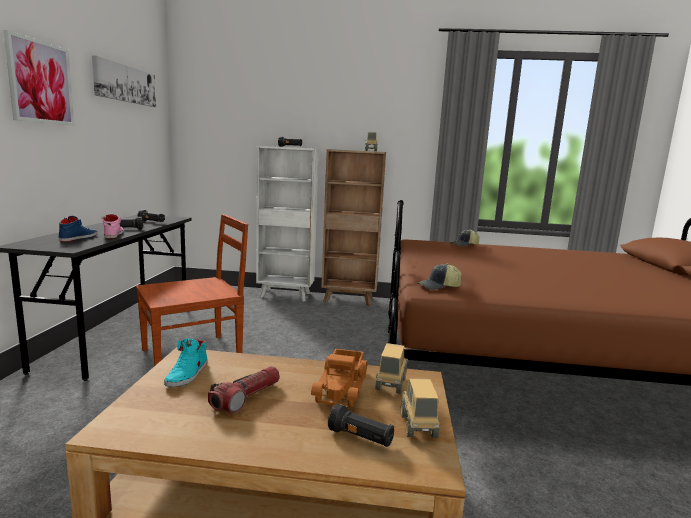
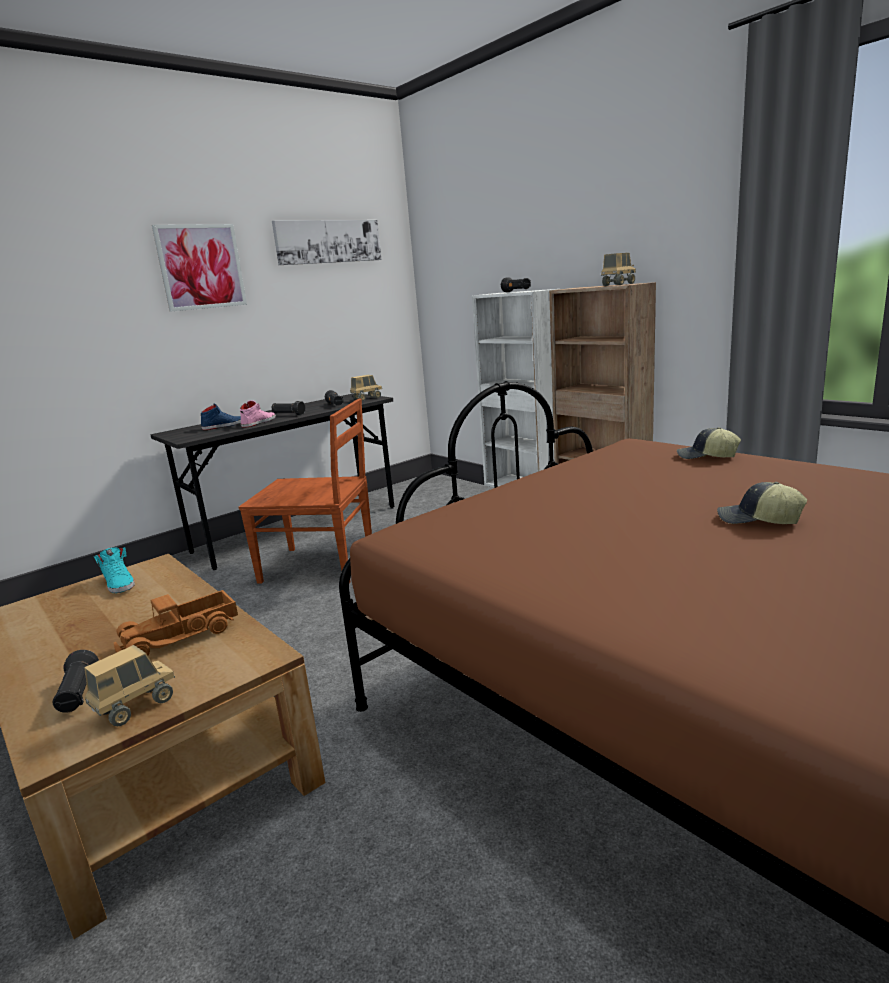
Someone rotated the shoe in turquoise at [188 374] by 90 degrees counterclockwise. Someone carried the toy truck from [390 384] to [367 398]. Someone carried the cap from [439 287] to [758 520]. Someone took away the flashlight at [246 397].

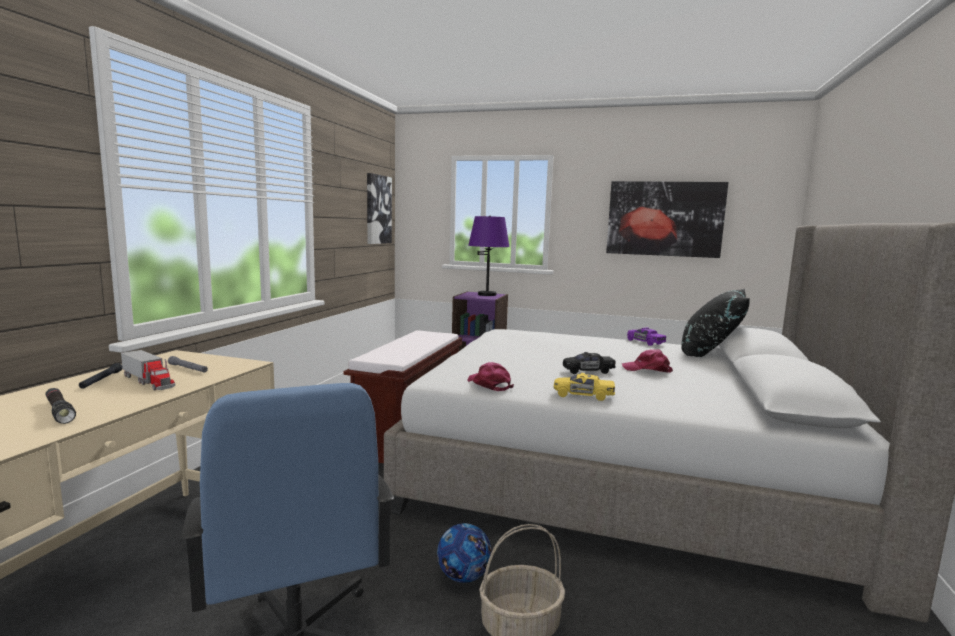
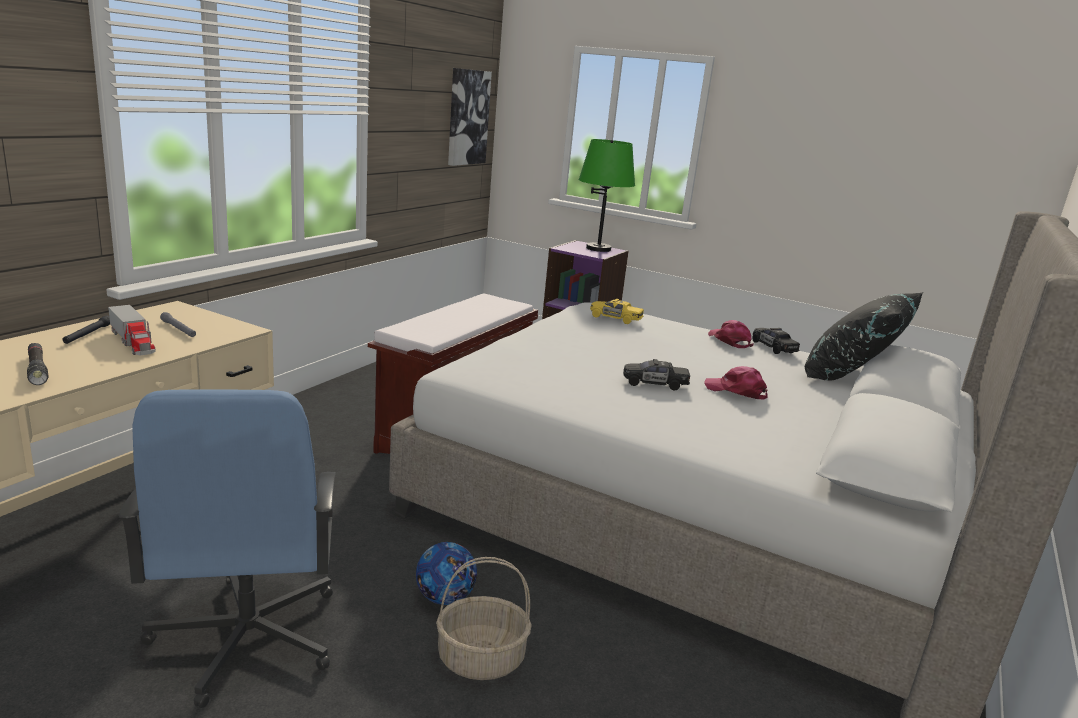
Someone repainted the table lamp in purple at [487 294], which became the table lamp in green at [599 249]. Someone carried the toy car in yellow from [583 395] to [615 318]. Someone carried the cap in pink from [489 384] to [729 340]. Someone repainted the toy car in purple at [645 342], which became the toy car in black at [773 348]. Someone took away the picture at [664 219].

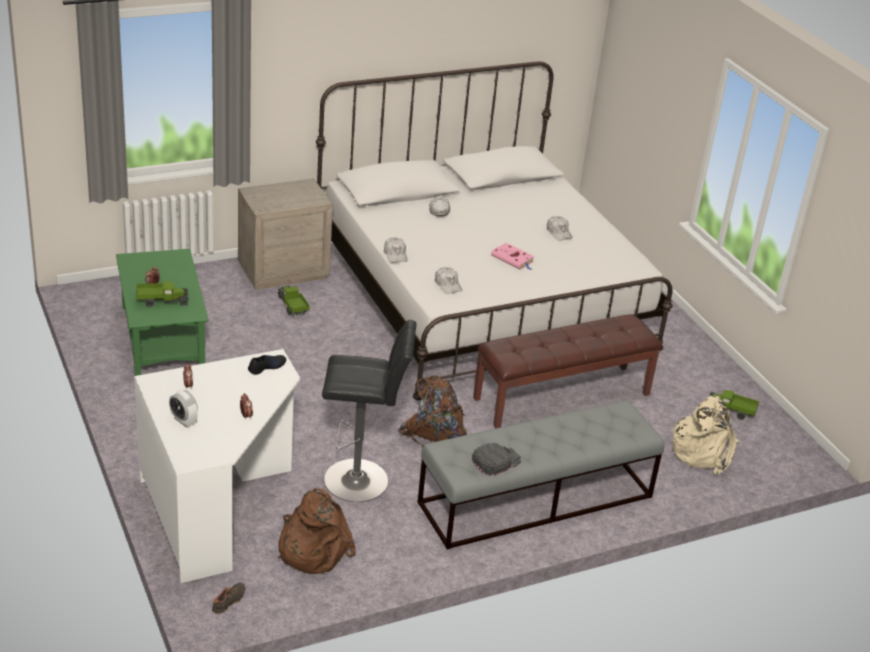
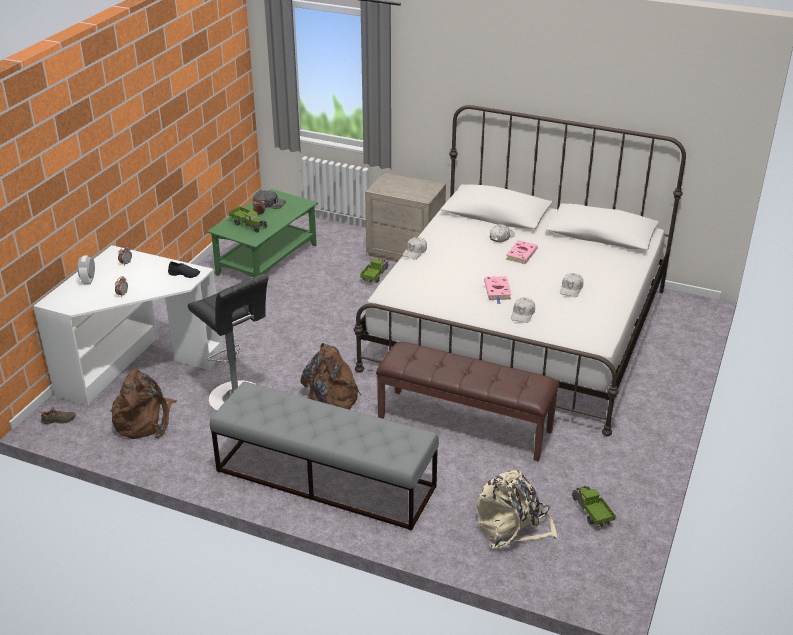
Someone carried the cap in black from [496 461] to [269 203]. Someone put down the book in pink at [521 254]. Someone carried the cap in white from [448 285] to [523 314].

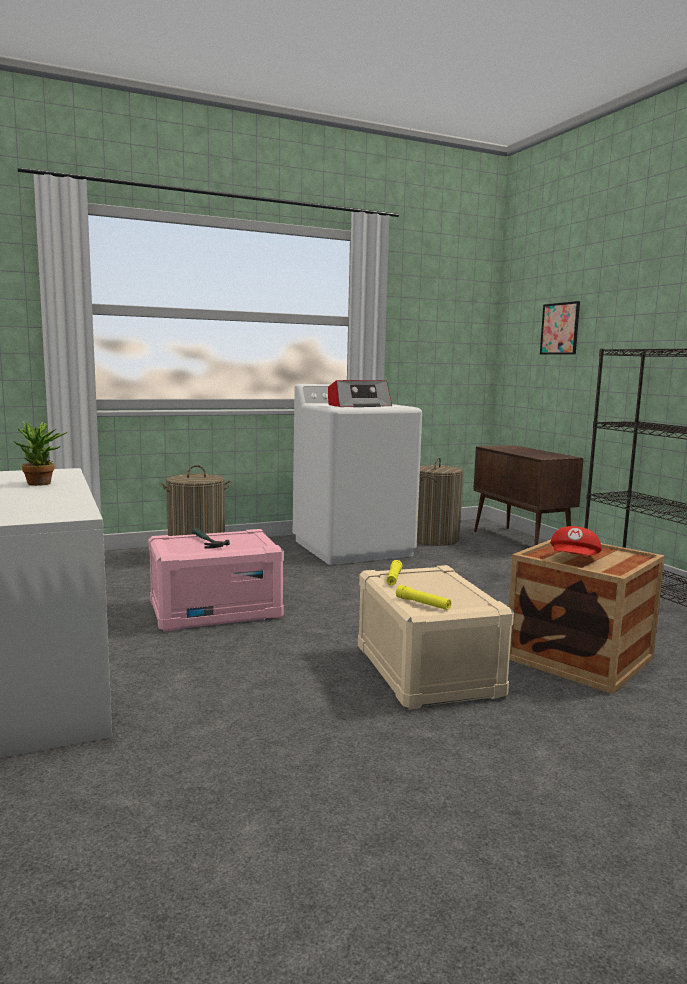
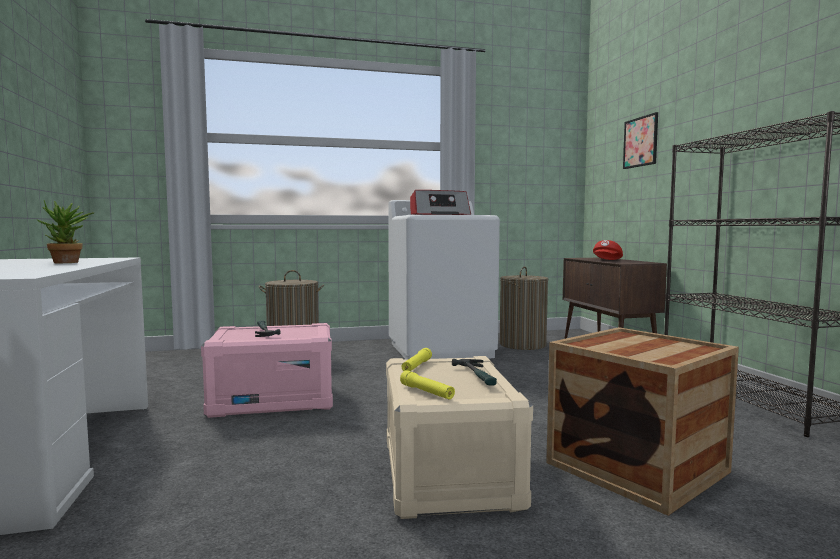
Someone put down the hammer at [478 376]. Someone carried the cap in red from [574 560] to [607 260].

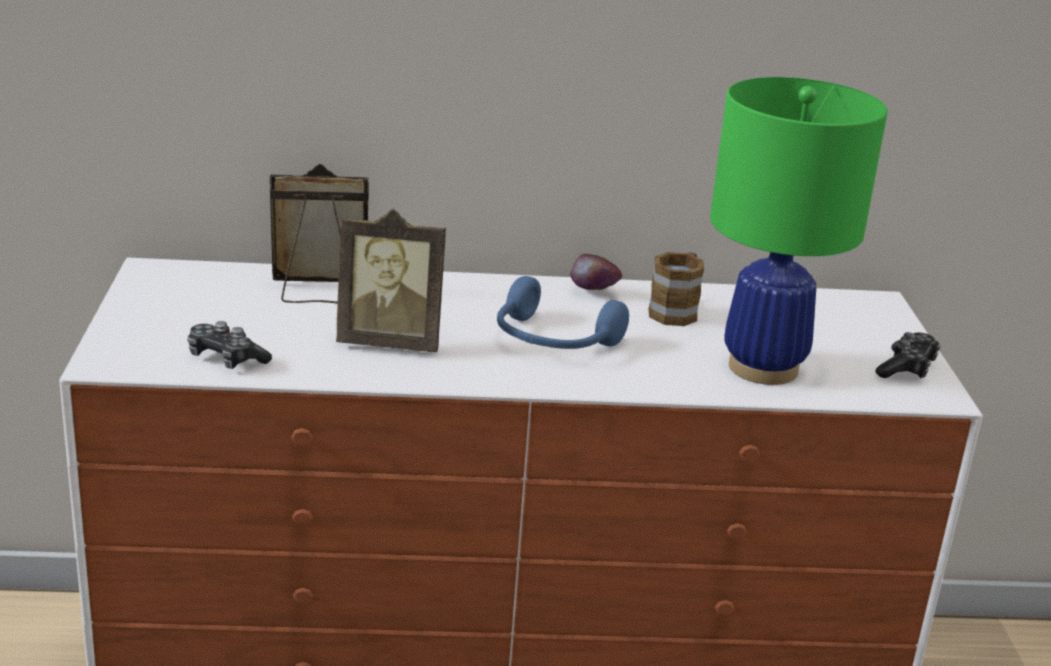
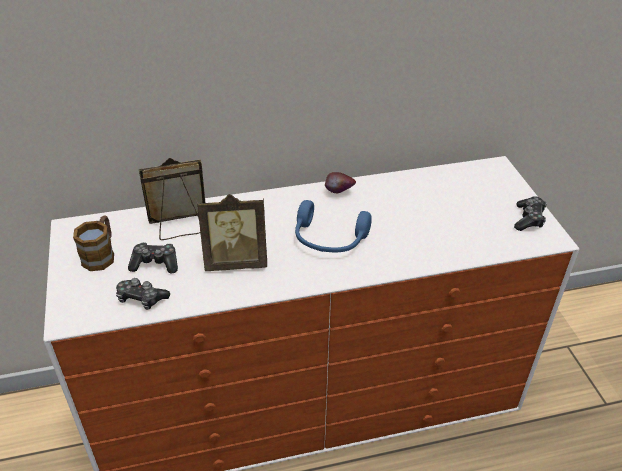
Someone carried the mug from [676 310] to [101 254]. Someone put down the game controller at [155 263]. Someone took away the table lamp in green at [763 368].

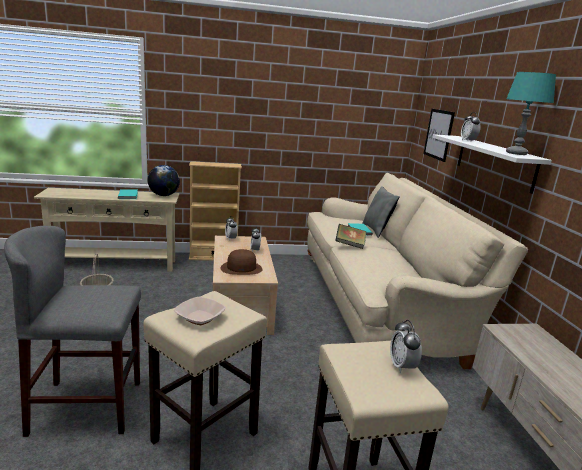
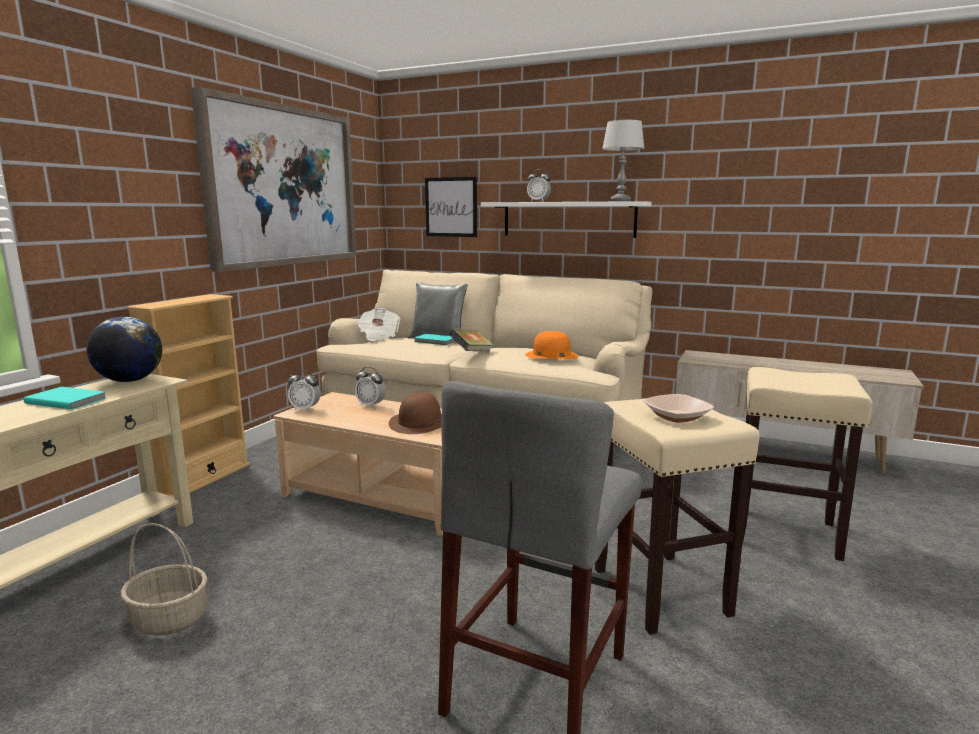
Someone put up the picture at [283 186]. Someone put down the newspaper at [379 336]. Someone put down the hat in orange at [551 355]. Someone repainted the table lamp in turquoise at [516 153], which became the table lamp in grey at [620 201]. Someone took away the alarm clock at [402 366].

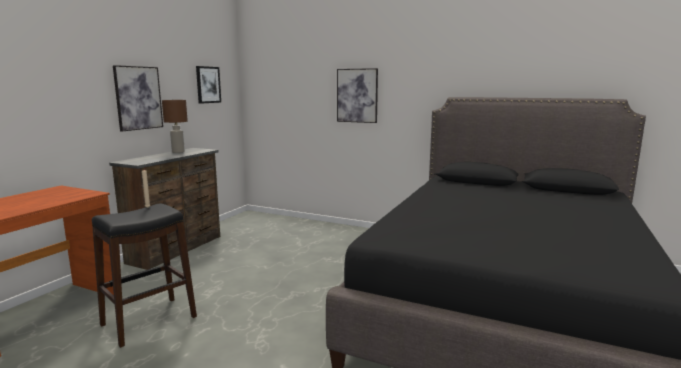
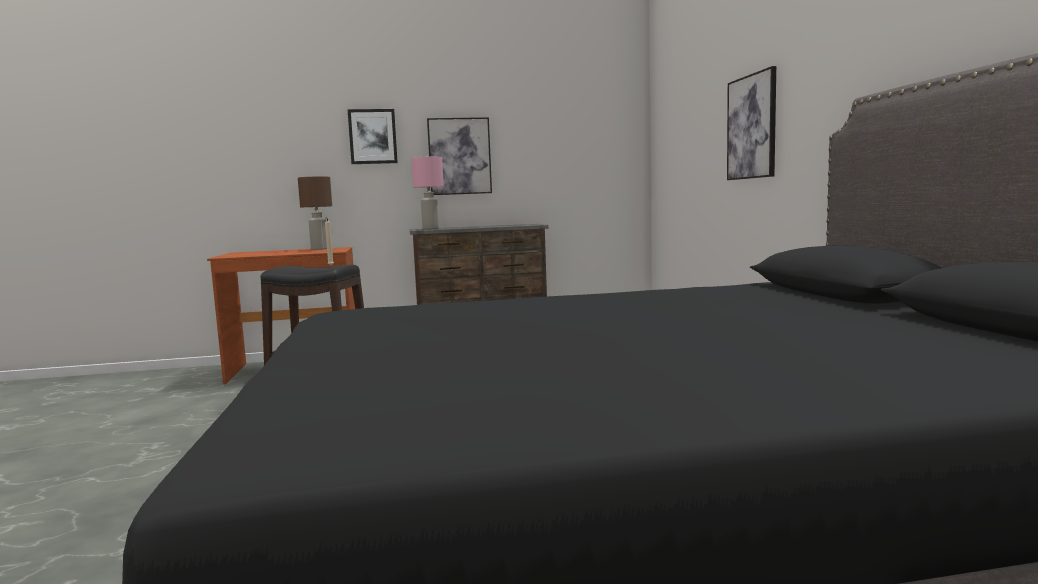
Someone carried the table lamp in brown from [178 152] to [320 249]. Someone carried the picture from [208 84] to [373 136]. Someone put down the table lamp in pink at [430 229].

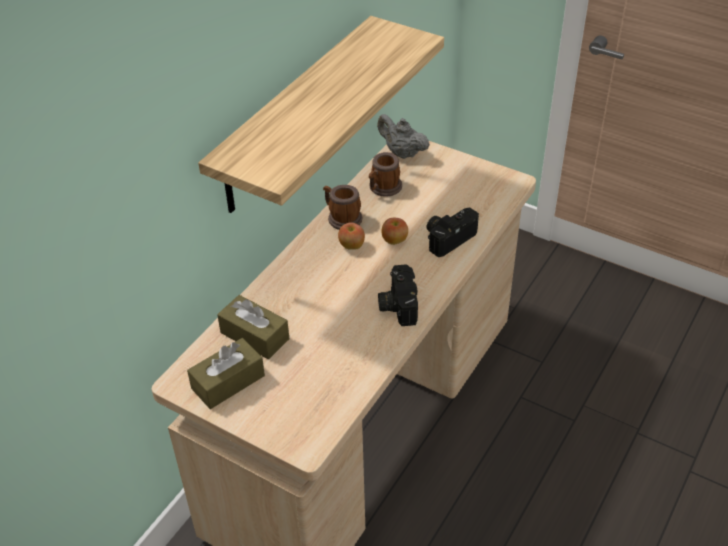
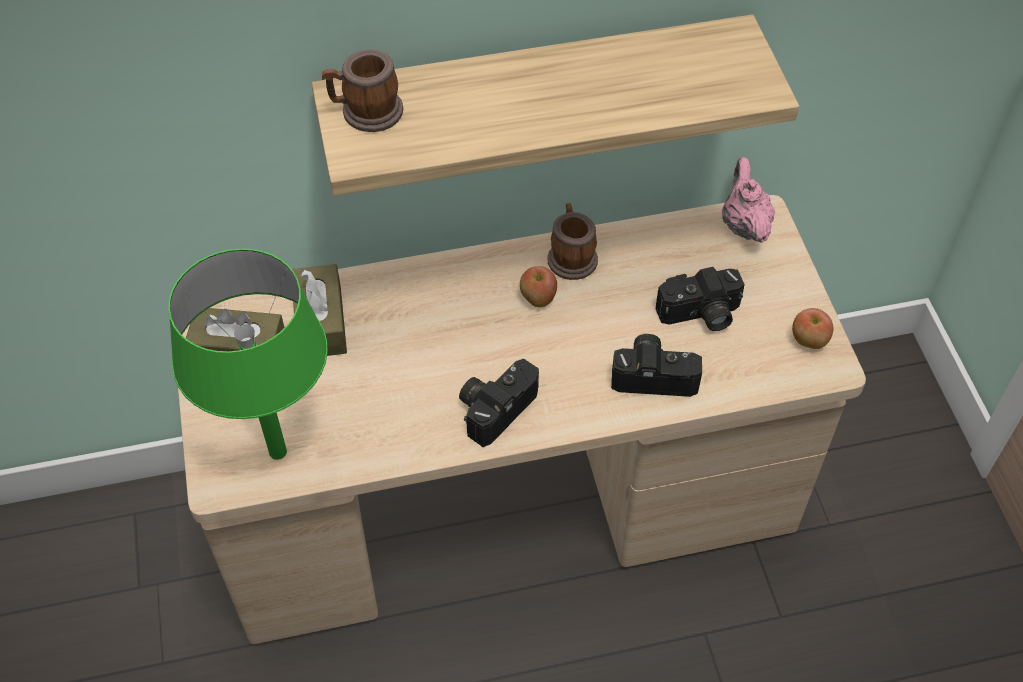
Someone put down the table lamp in green at [278 451]. Someone carried the mug from [383 188] to [365 112]. Someone put down the photo camera at [700 315]. Someone repainted the teapot in grey at [402 153], which became the teapot in pink at [743 225]. Someone carried the apple from [394 241] to [808 341].

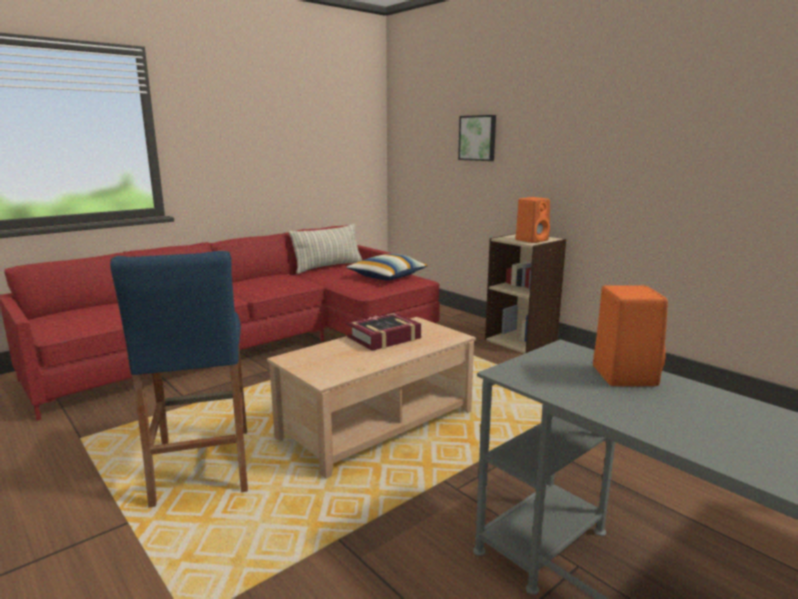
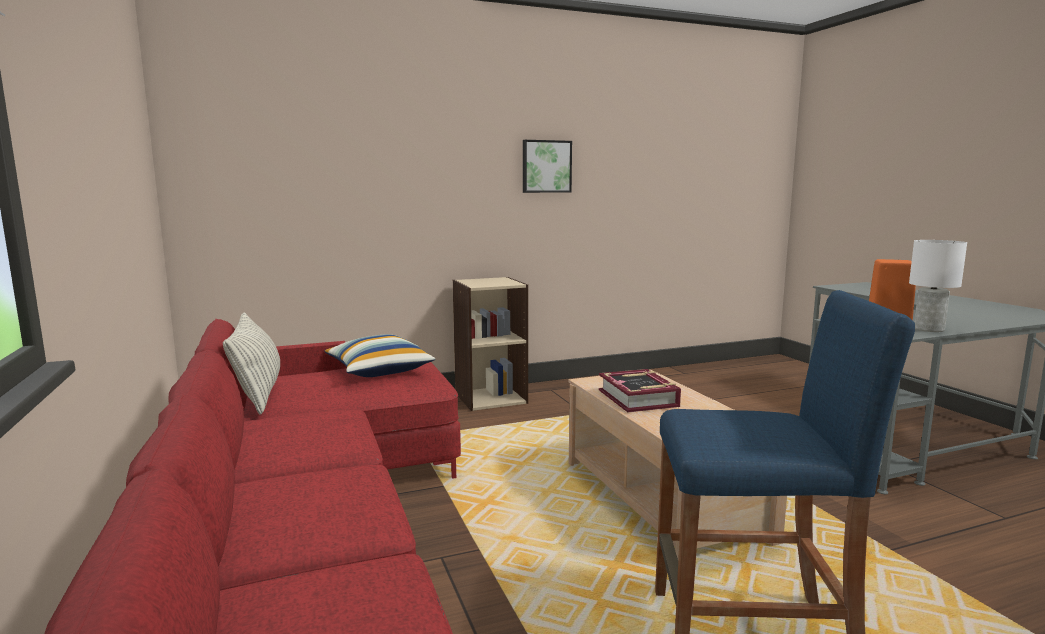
Someone carried the picture from [478 138] to [546 166]. Someone put down the table lamp in white at [929 329]. Someone took away the speaker in orange at [532 240].

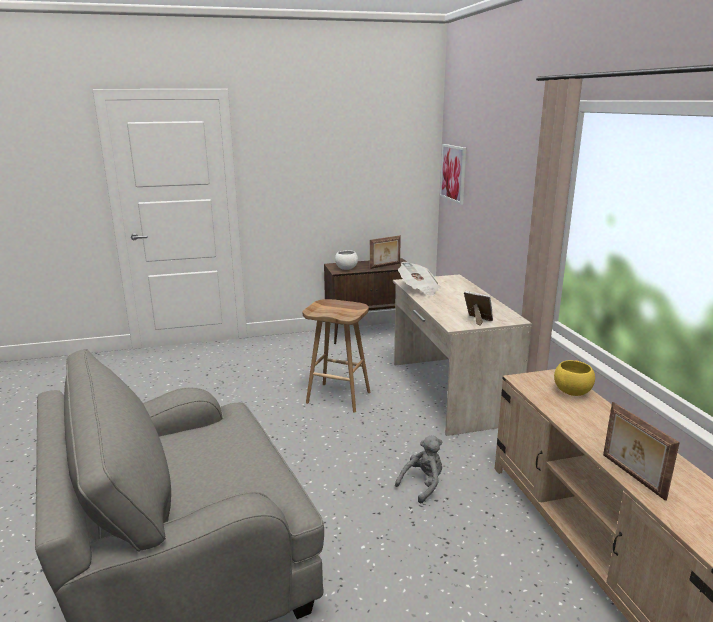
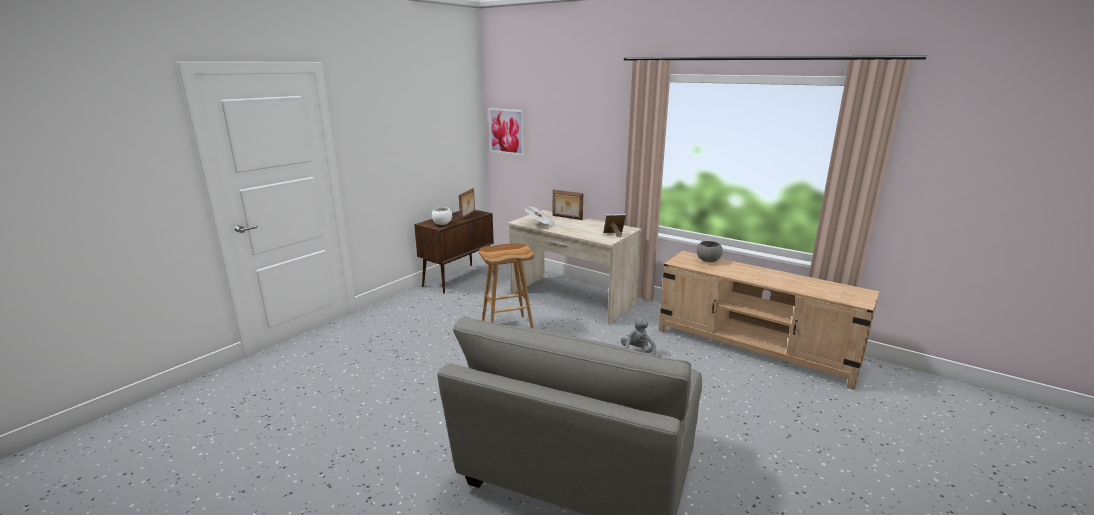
Someone carried the picture frame from [631 476] to [567 217]. Someone repainted the bowl in yellow at [572 392], which became the bowl in grey at [708 261].

